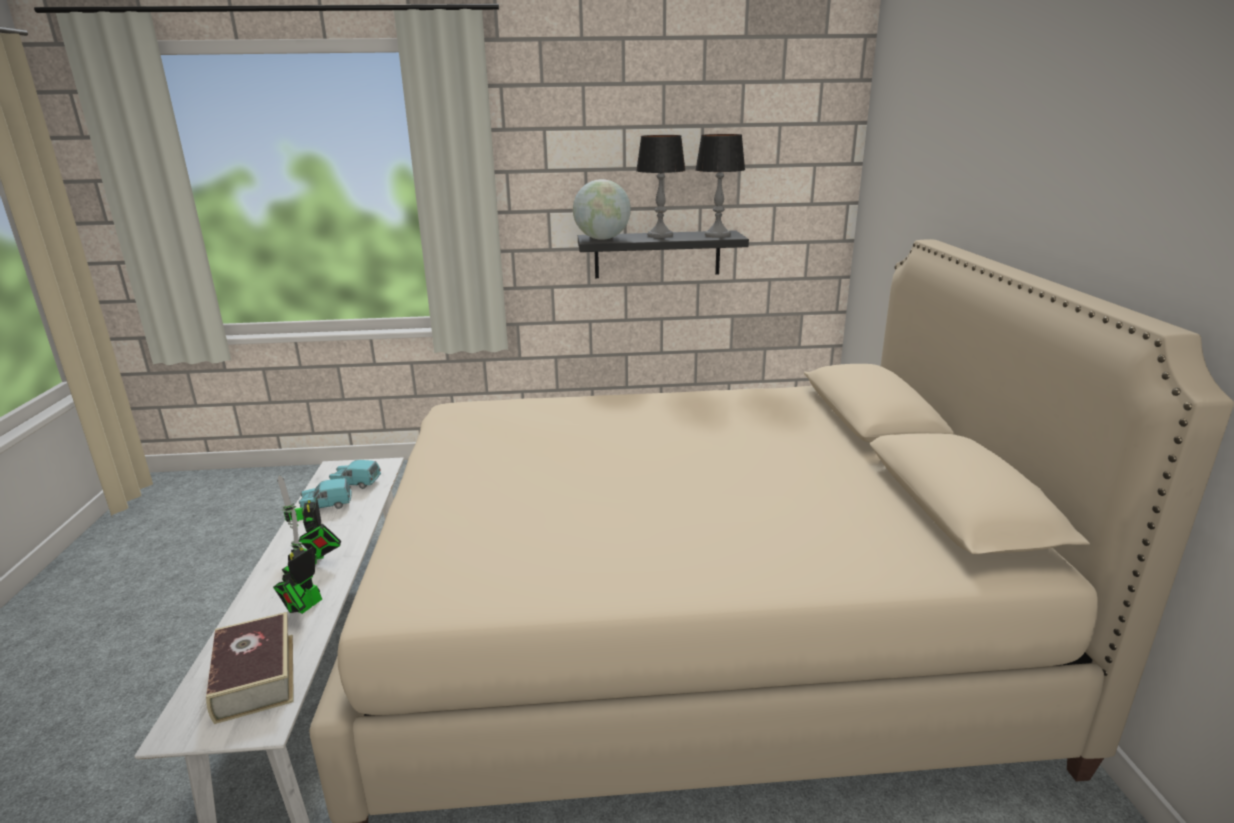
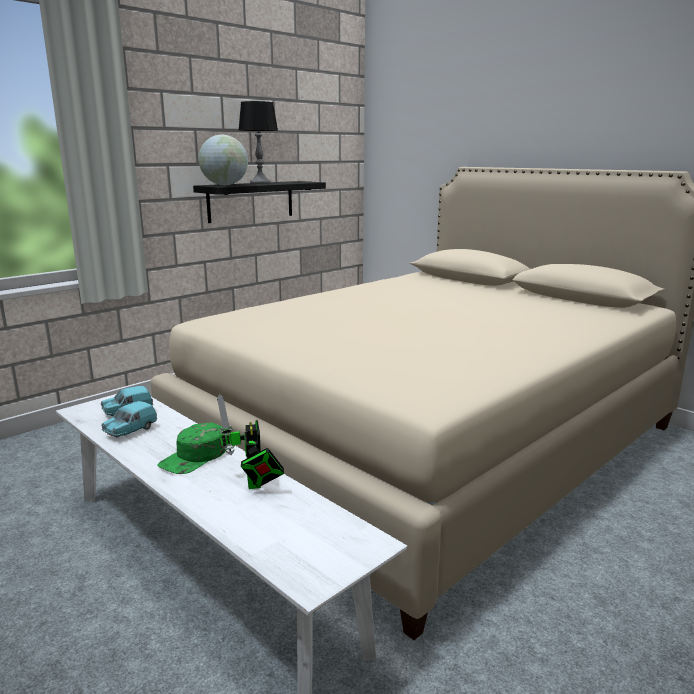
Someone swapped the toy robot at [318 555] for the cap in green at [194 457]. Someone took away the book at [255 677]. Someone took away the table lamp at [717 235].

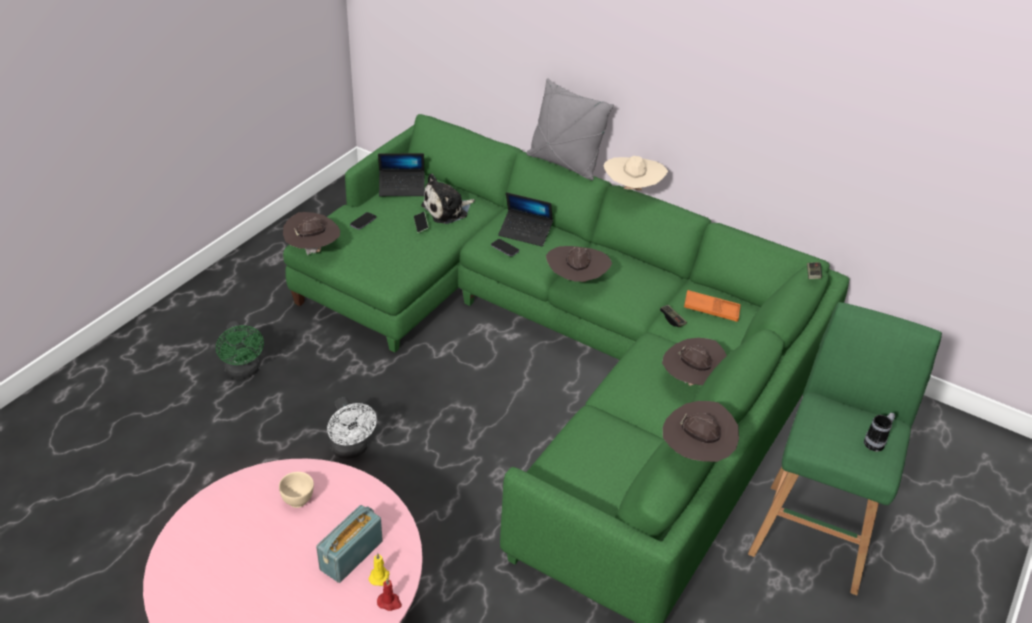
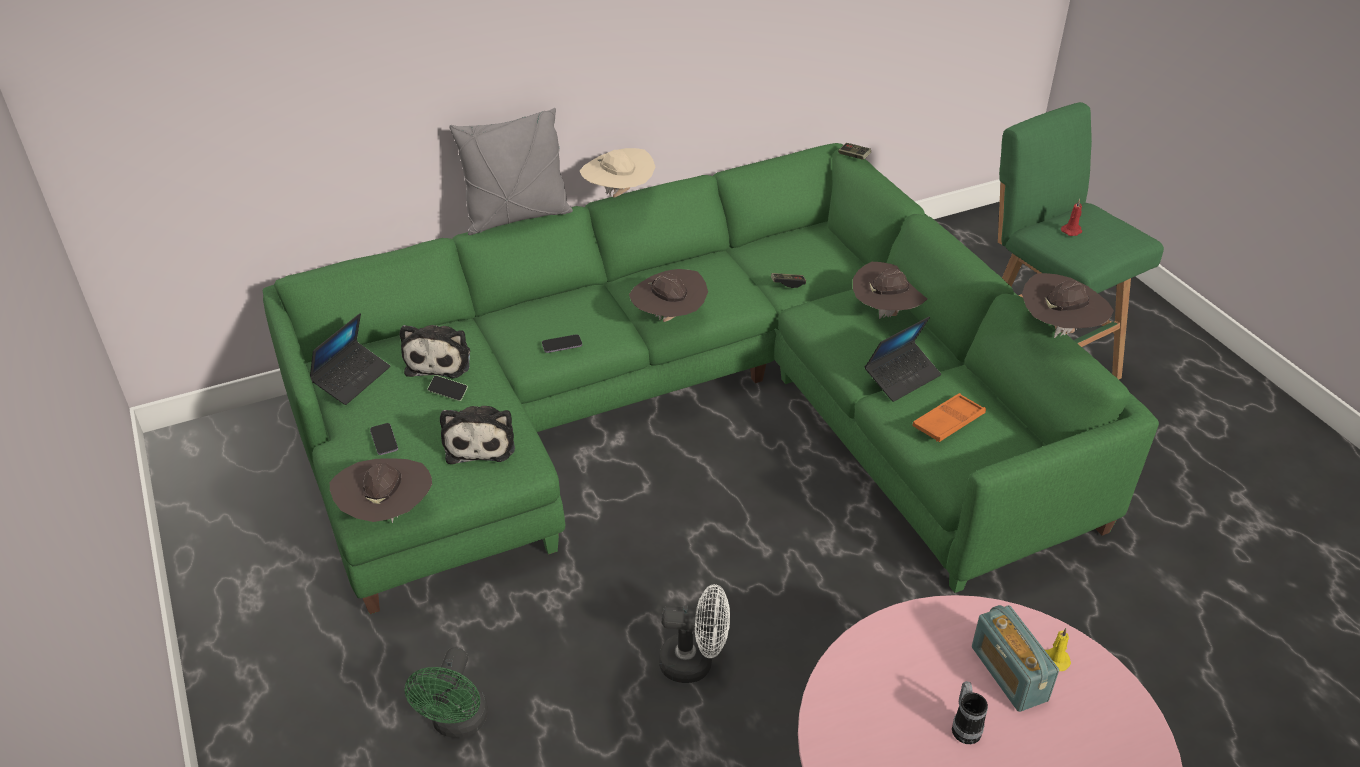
Someone rotated the fan in green at [244 371] by 90 degrees clockwise. Someone put down the plush toy at [480 442]. Someone carried the laptop from [525 233] to [902 377]. Someone carried the tray in orange from [711 309] to [948 422]. Someone carried the mug from [876 442] to [965 726]. Someone carried the candle in red from [389 602] to [1072 231]. Someone took away the bowl in beige at [298 500].

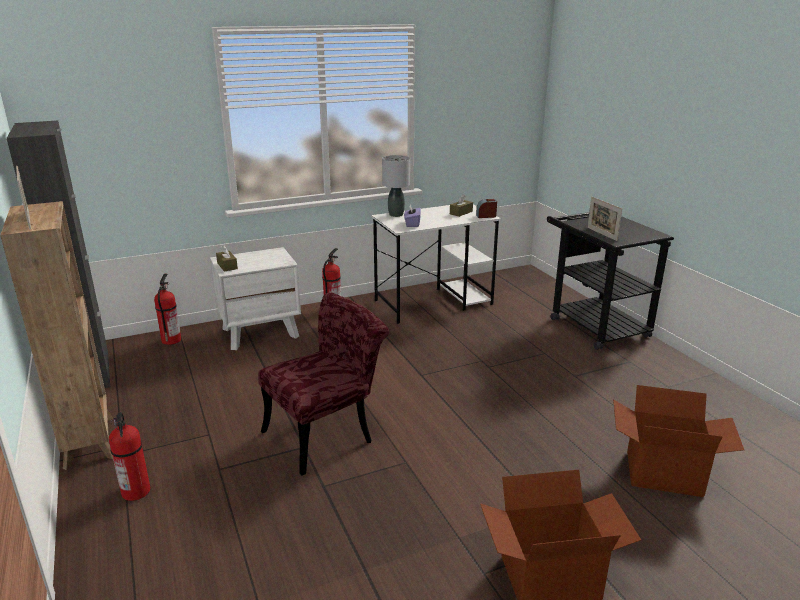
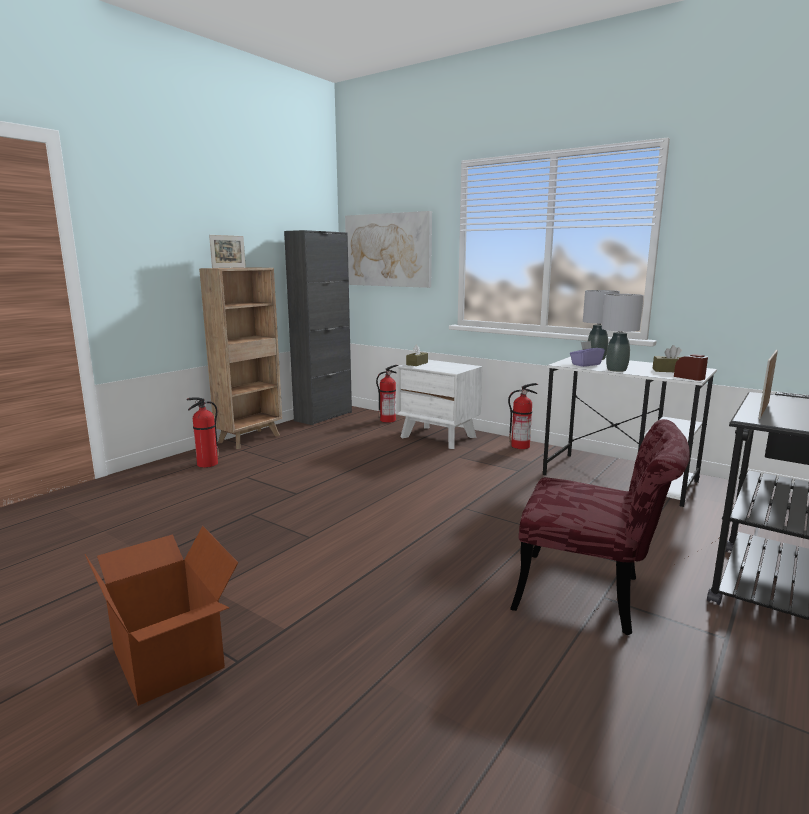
Someone put up the picture at [388 250]. Someone carried the chair in red from [327 433] to [592 596]. Someone put down the table lamp in grey at [616 370]. Someone took away the cardboard box at [663 472].

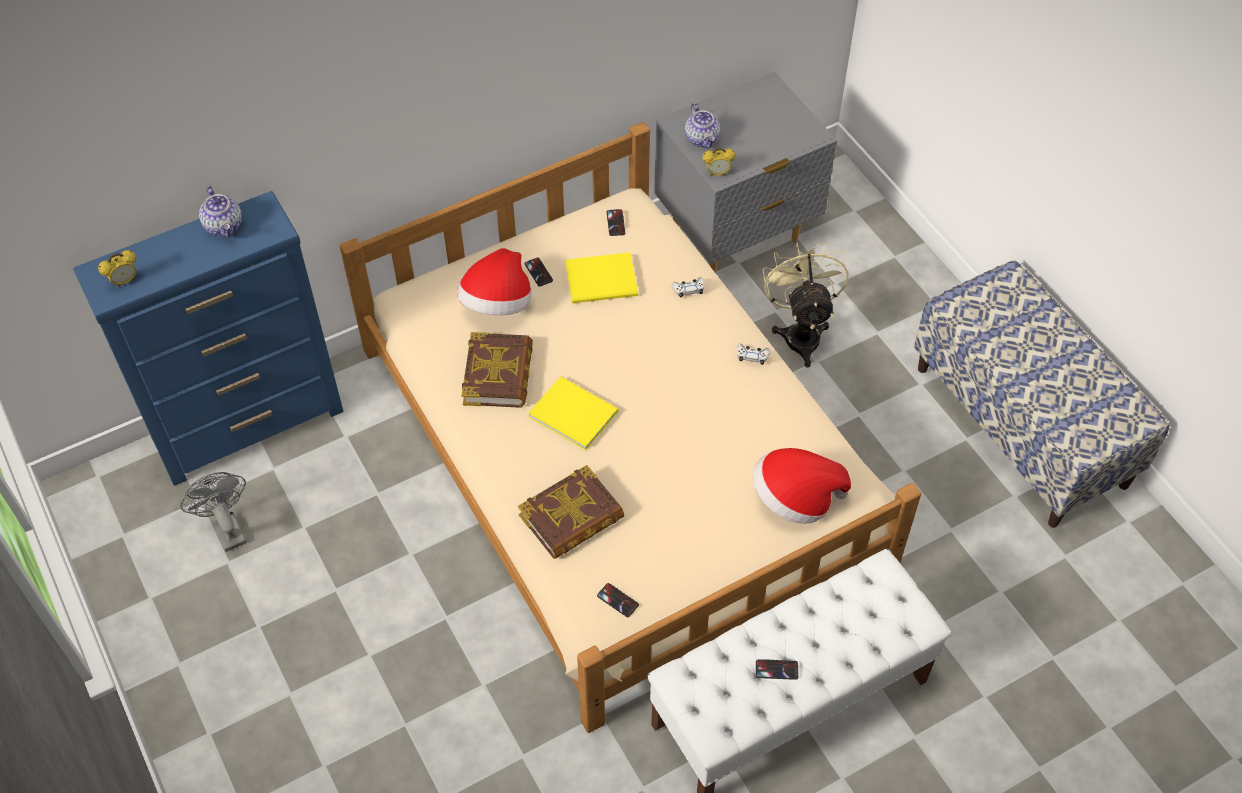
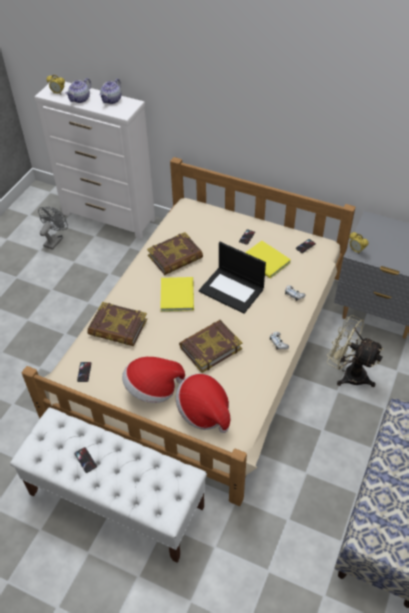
Someone repainted the dresser in blue at [250 426], which became the dresser in white at [109 217]. Someone carried the teapot from [702 139] to [80 99]. Someone carried the hat from [497 304] to [153 388]. Someone put down the book at [210 348]. Someone put down the laptop at [232 290]. Someone rotated the fan in beige at [800 332] by 105 degrees counterclockwise.

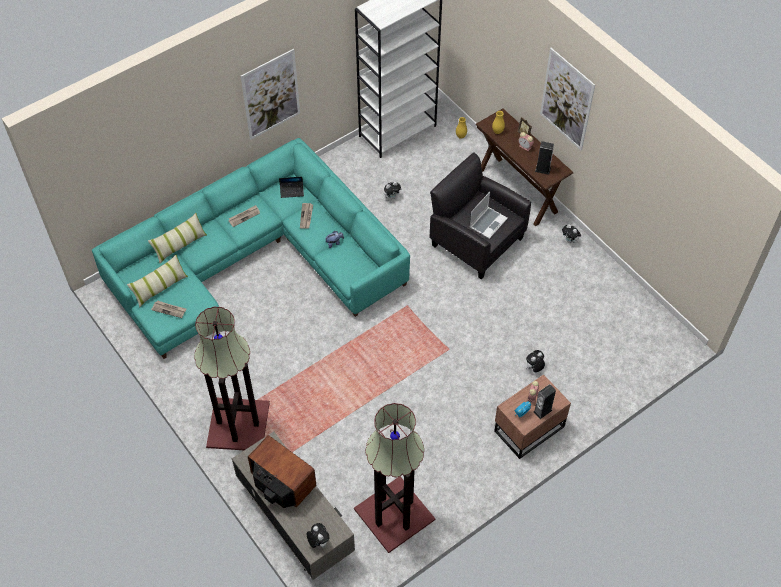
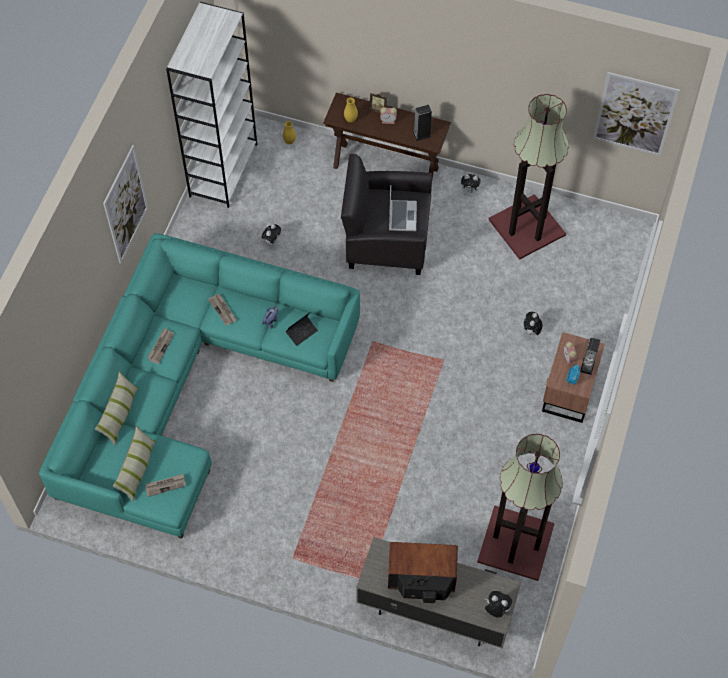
Someone carried the laptop from [292 191] to [301 332]. Someone carried the floor lamp from [239 425] to [528 227]. Someone carried the picture from [567 99] to [634 114].

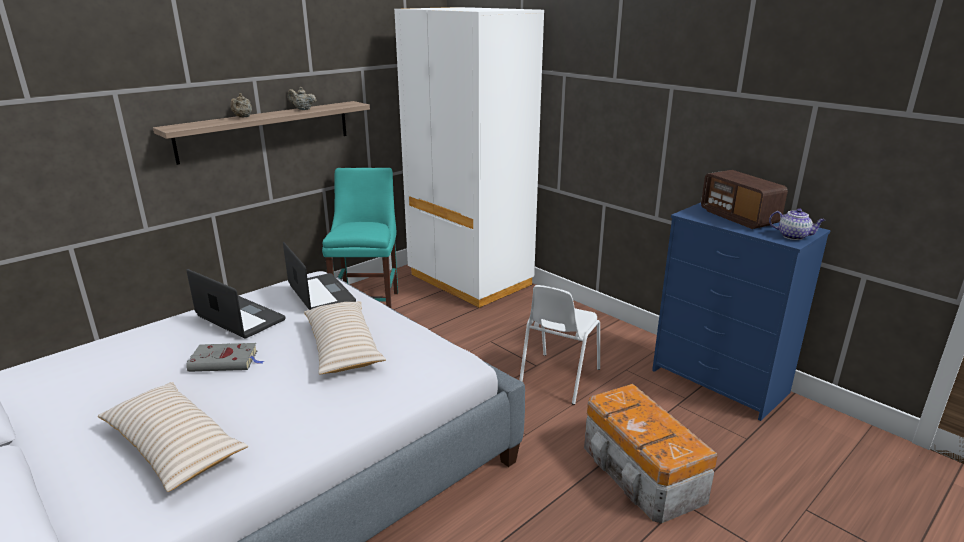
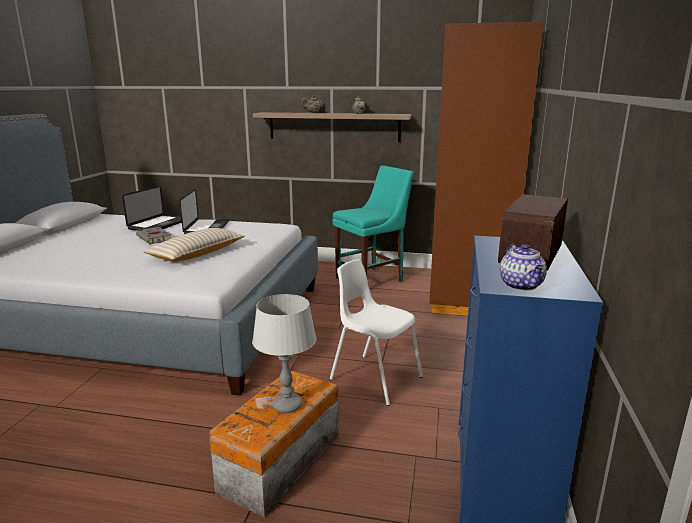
Someone carried the laptop from [321 294] to [158 225]. Someone put down the table lamp in grey at [287 406]. Someone rotated the chair in white at [558 378] by 45 degrees clockwise. Someone repainted the wardrobe in white at [469 280], which became the wardrobe in brown at [467 295]. Someone took away the pillow in beige at [174 446].

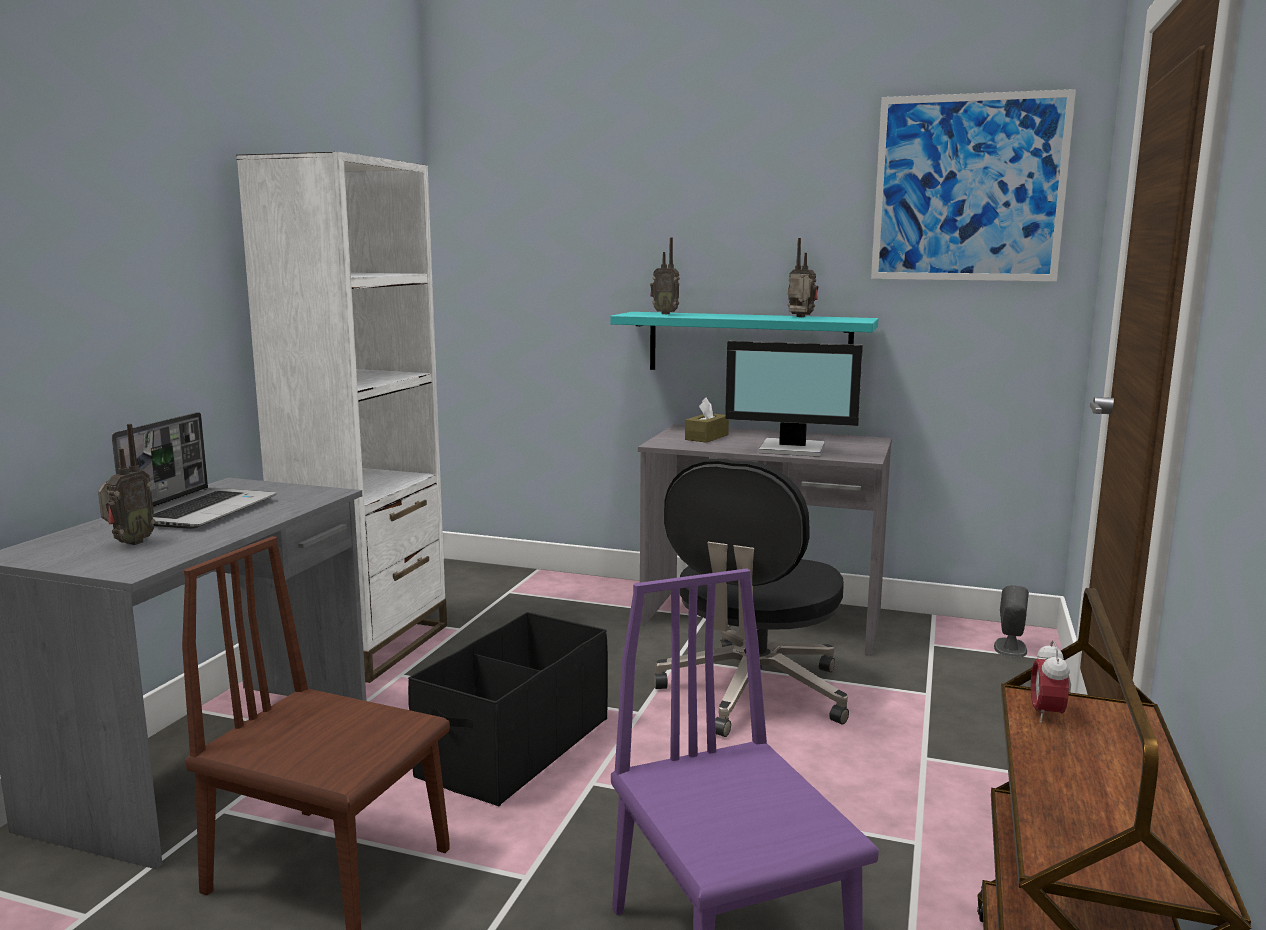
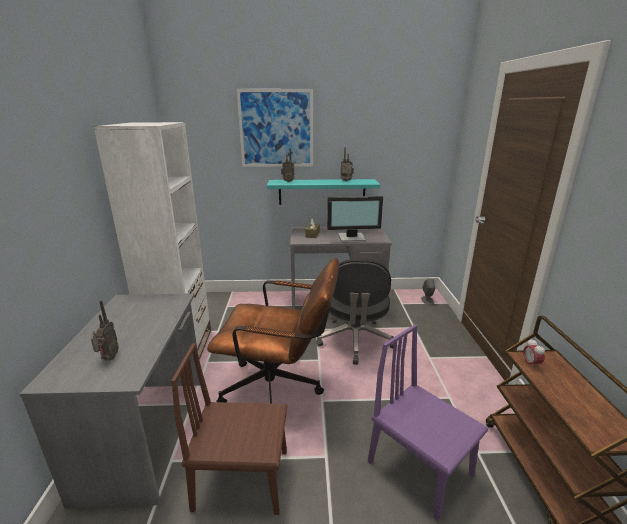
Someone swapped the storage box in black at [514 747] for the office chair in brown at [280 390]. Someone carried the picture from [968 188] to [276 129]. Someone took away the laptop at [202 510].

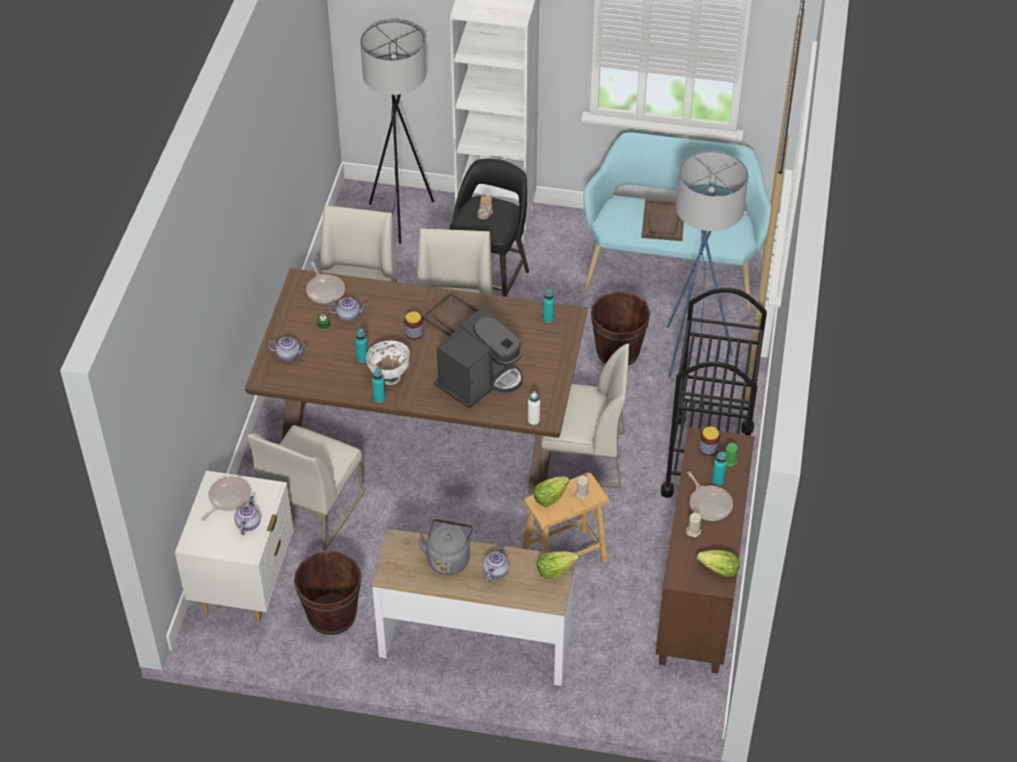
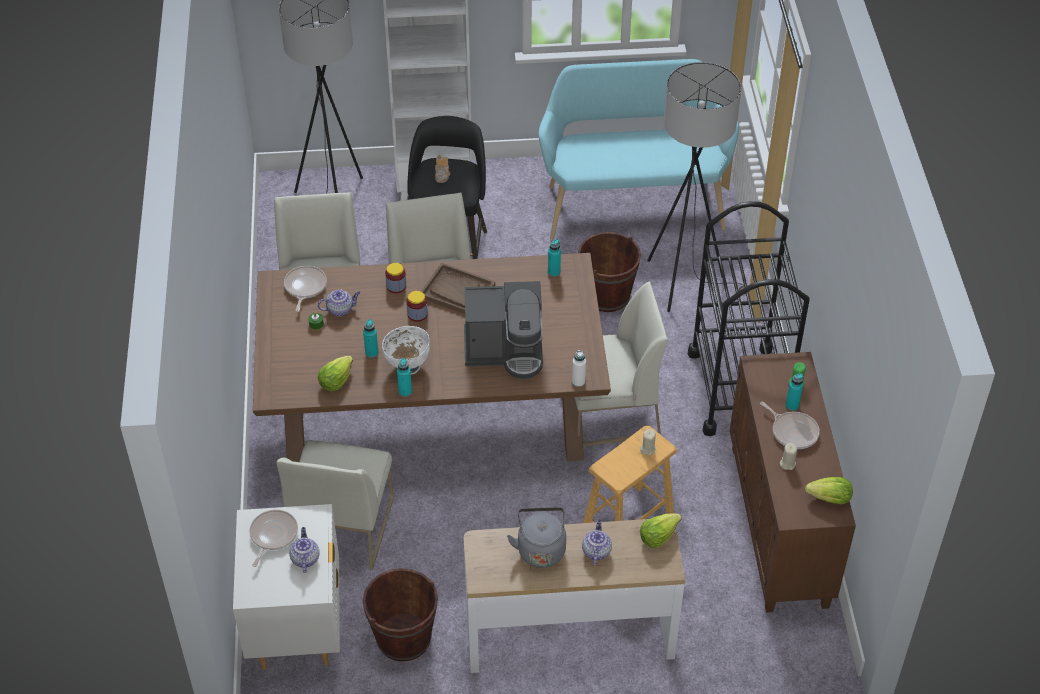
Someone rotated the frying pan at [325 290] by 135 degrees counterclockwise. Someone carried the lettuce from [550 497] to [336 381]. Someone carried the jar from [708 448] to [396 286]. Someone rotated the coffee machine at [479 380] by 60 degrees clockwise. Someone repainted the floor lamp in blue at [696 352], which became the floor lamp in grey at [686 281]. Someone took away the teapot at [289 355]. Someone took away the tray in brown at [663 222].

